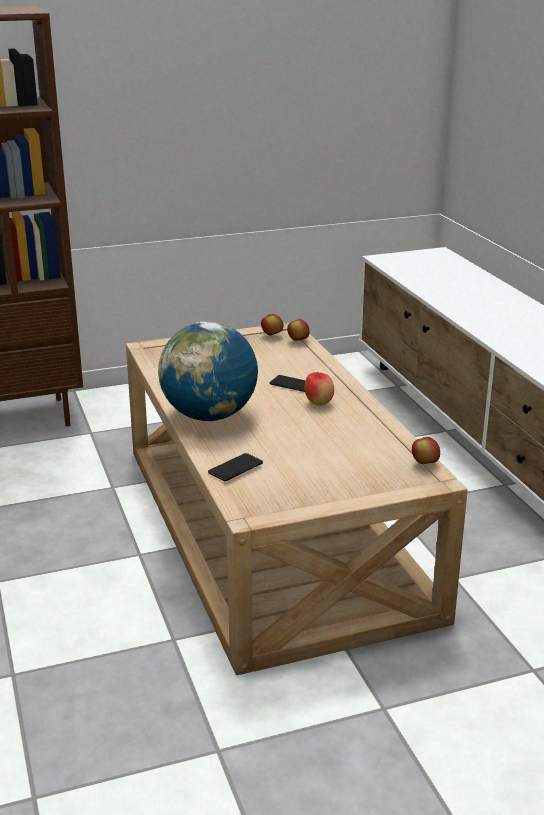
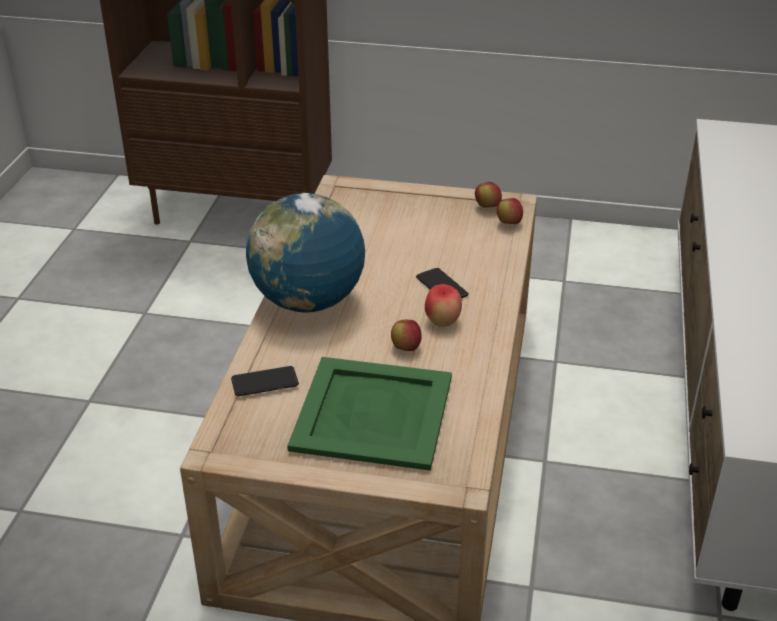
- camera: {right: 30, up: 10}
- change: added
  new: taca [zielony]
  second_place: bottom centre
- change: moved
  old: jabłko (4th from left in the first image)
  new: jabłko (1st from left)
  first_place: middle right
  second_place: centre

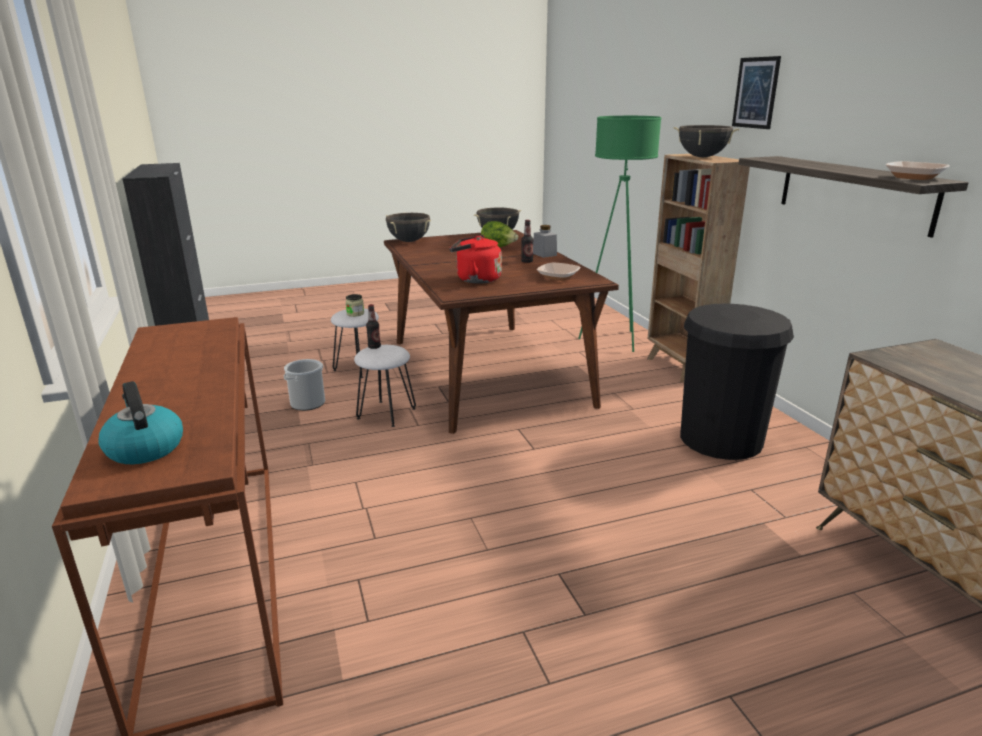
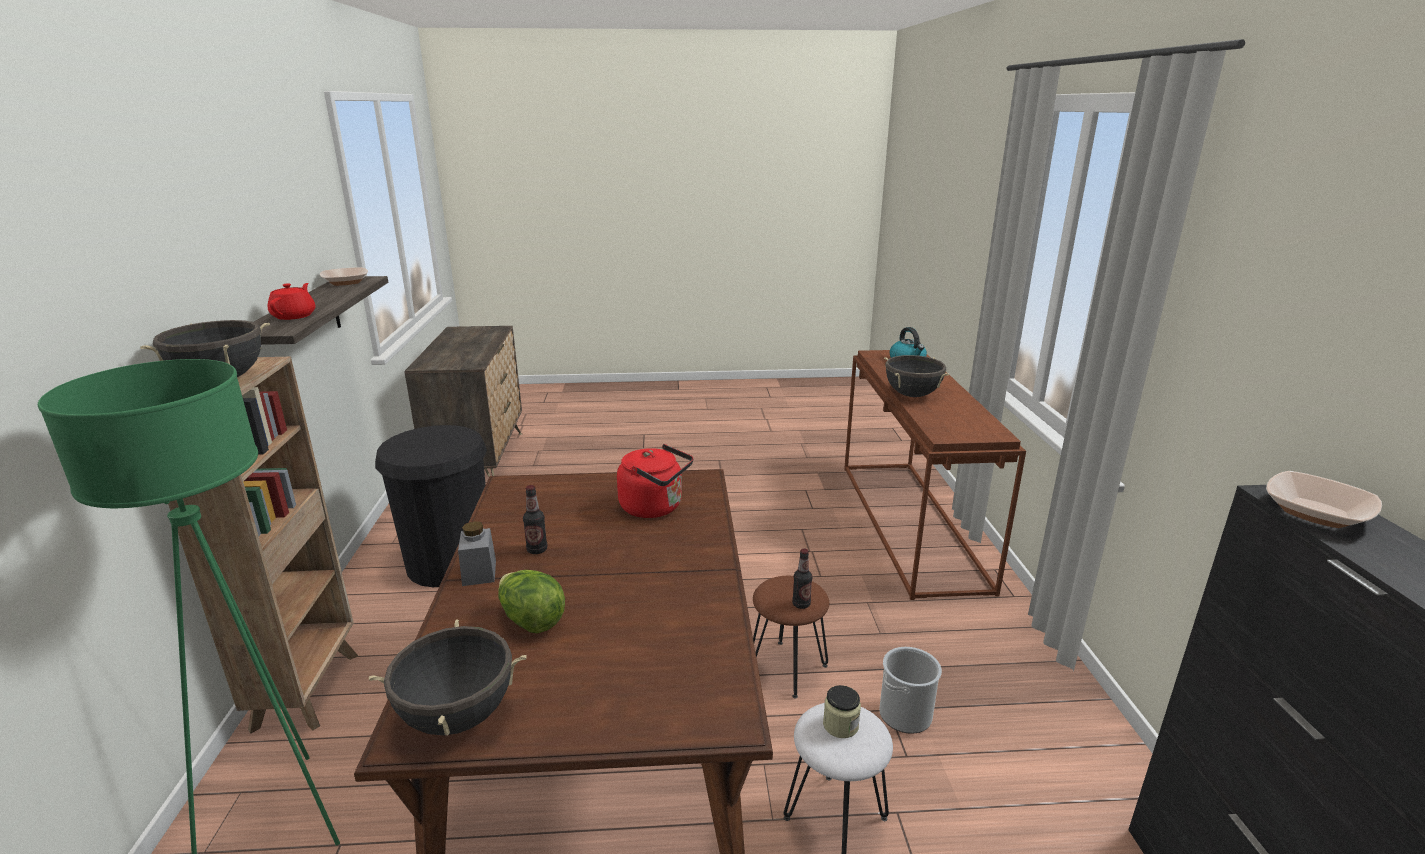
- camera: {right: -165, up: 0}
- change: removed
  old: obraz
  first_place: top right
- change: added
  new: imbryk [czerwony]
  second_place: middle left
- change: moved
  old: garnek [czarny] (1st from left in the first image)
  new: garnek [czarny] (3rd from left)
  first_place: top centre
  second_place: centre
- change: moved
  old: miska (1st from left in the first image)
  new: miska (2nd from left)
  first_place: centre
  second_place: middle right
- change: recoloured
  old: stołek [biały] (2nd from left)
  new: stołek [brązowy]
  first_place: centre
  second_place: bottom centre

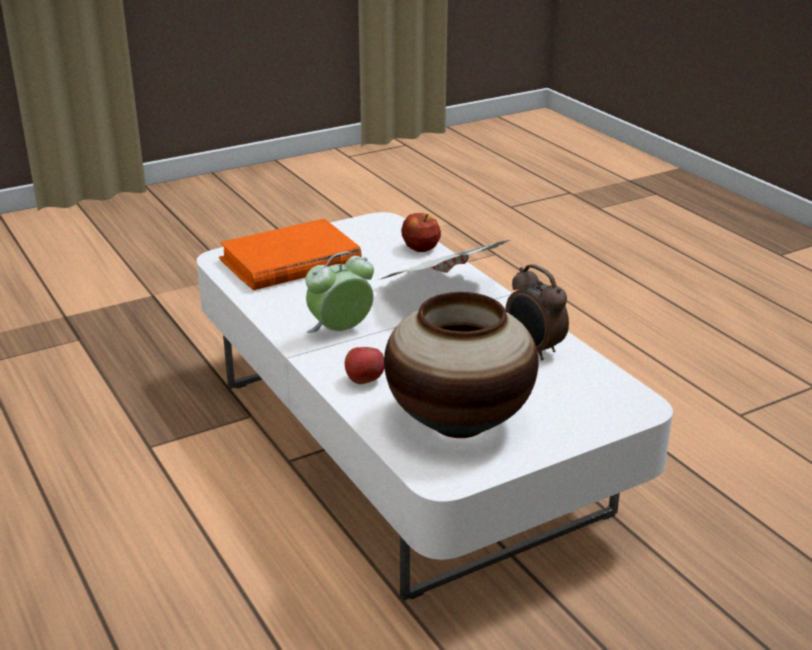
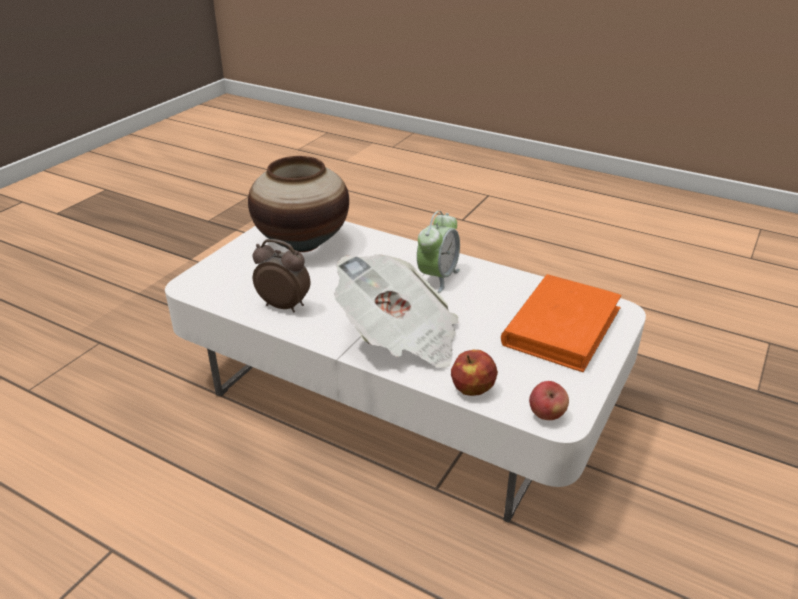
- camera: {right: 150, up: 5}
- change: moved
  old: jabłko (1st from left in the first image)
  new: jabłko (2nd from left)
  first_place: centre
  second_place: bottom right

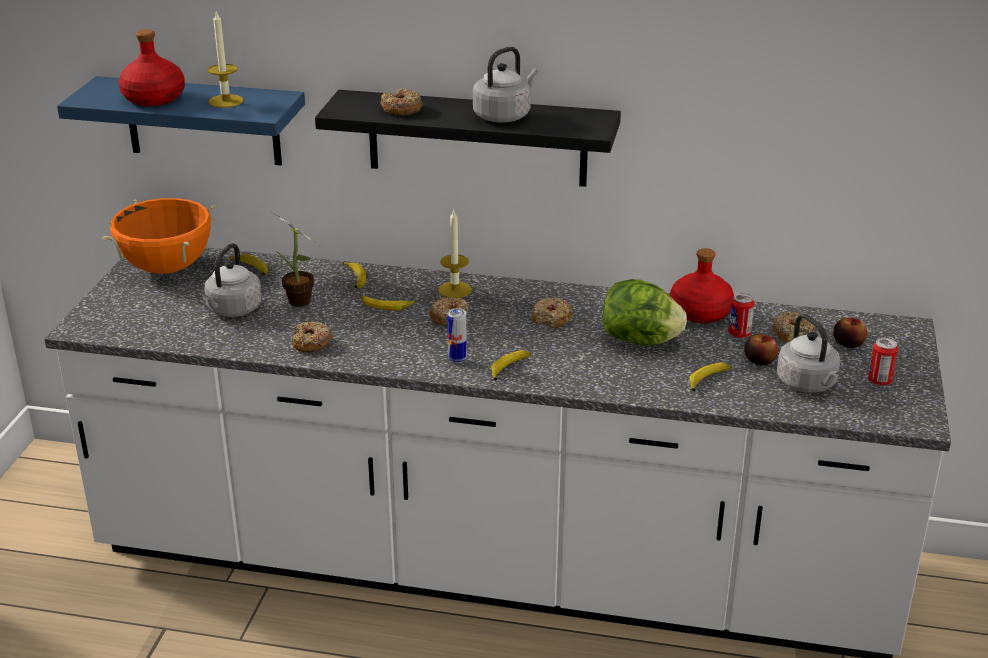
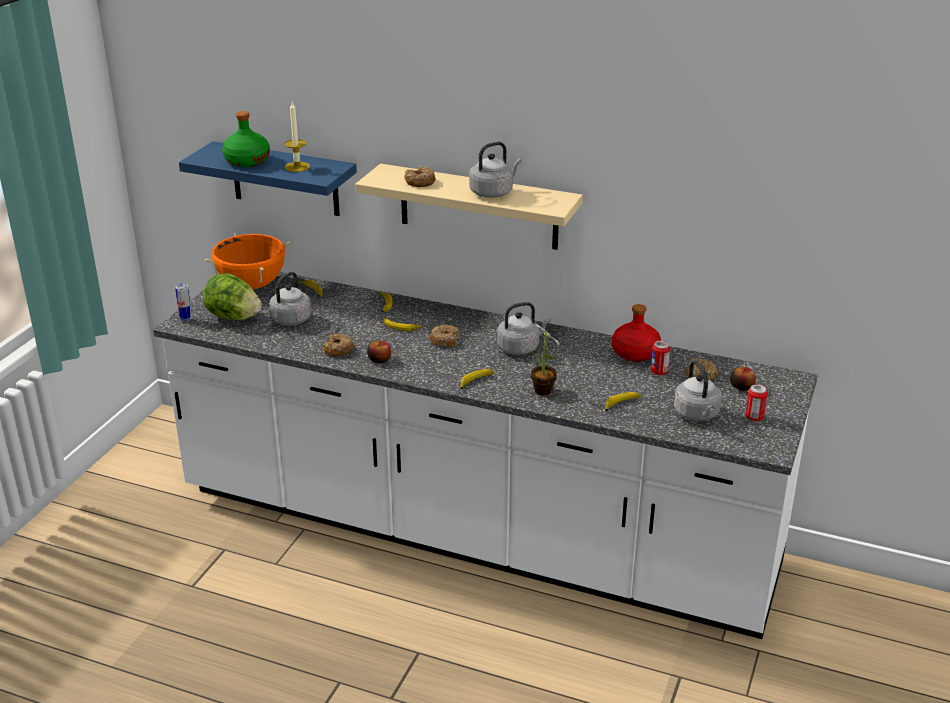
- camera: {right: 10, up: 0}
- change: removed
  old: świeca (2nd from left)
  first_place: centre
- change: moved
  old: roślina doniczkowa
  first_place: middle left
  second_place: centre
- change: moved
  old: puszka (1st from left)
  first_place: centre
  second_place: middle left
- change: moved
  old: sałata
  first_place: centre
  second_place: middle left
- change: moved
  old: jabłko (1st from left)
  first_place: middle right
  second_place: centre
- change: replaced
  old: donut (4th from left)
  new: czajnik [szary] (3rd from left)
  first_place: centre
  second_place: centre
- change: recoloured
  old: butelka [czerwony] (1st from left)
  new: butelka [zielony]
  first_place: top left
  second_place: top left
- change: recoloured
  old: półka [czarny]
  new: półka [beżowy]
  first_place: top centre
  second_place: top centre

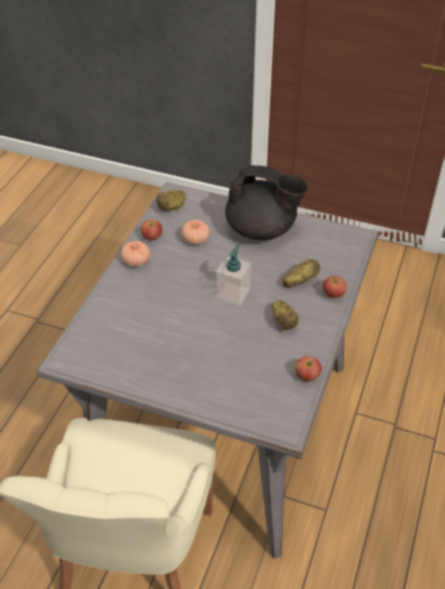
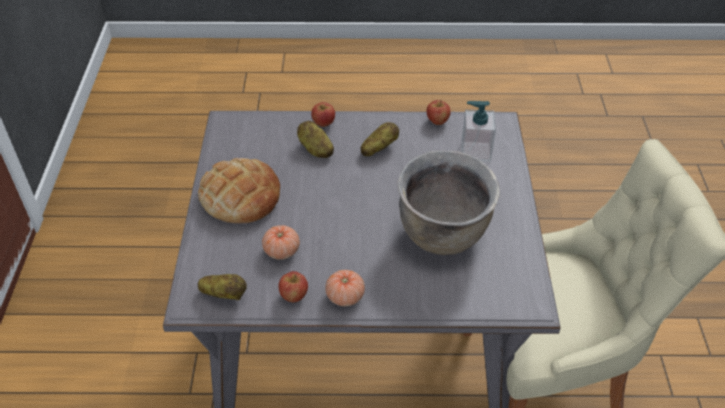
- camera: {right: -110, up: 0}
- change: added
  new: garnek [brązowy]
  second_place: centre
- change: moved
  old: dozownik mydła
  first_place: centre
  second_place: top centre
- change: replaced
  old: imbryk [czarny]
  new: chleb
  first_place: centre
  second_place: middle left

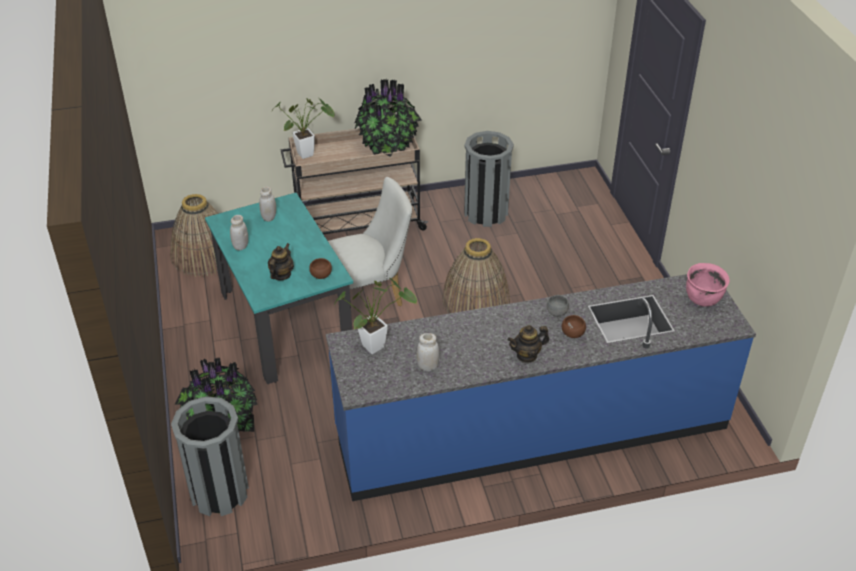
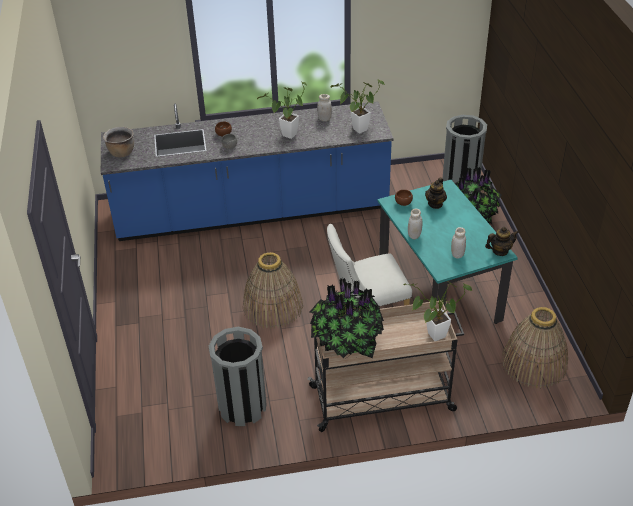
- camera: {right: -175, up: 0}
- change: added
  new: roślina doniczkowa (1st from left)
  second_place: top centre
- change: moved
  old: słoik [biały] (1st from left in the first image)
  new: słoik [biały] (2nd from left)
  first_place: middle left
  second_place: centre
- change: moved
  old: imbryk (2nd from left)
  first_place: centre
  second_place: middle right
- change: recoloured
  old: garnek [różowy]
  new: garnek [brązowy]
  first_place: middle right
  second_place: top left

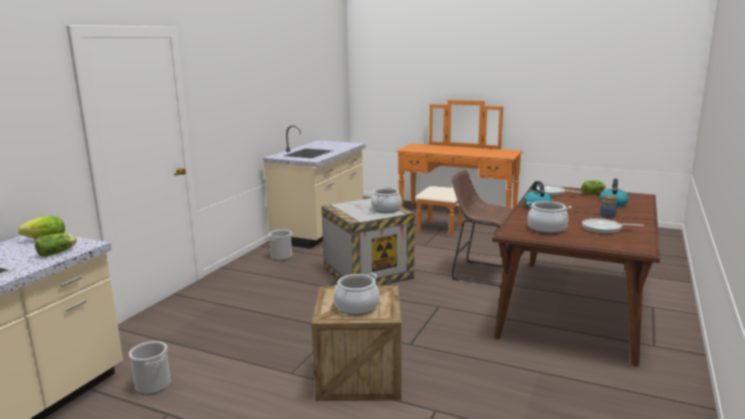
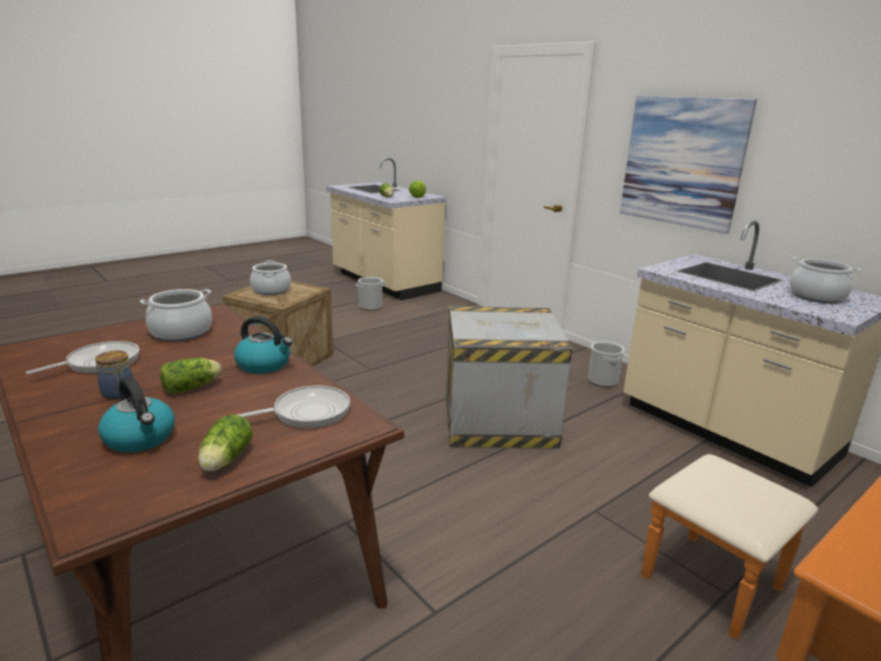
- camera: {right: 115, up: 5}
- change: removed
  old: stołek [brązowy]
  first_place: centre
- change: added
  new: sałata (1st from left)
  second_place: middle left
- change: added
  new: obraz
  second_place: top right
- change: moved
  old: garnek (2nd from left in the first image)
  new: garnek (3rd from left)
  first_place: centre
  second_place: middle right

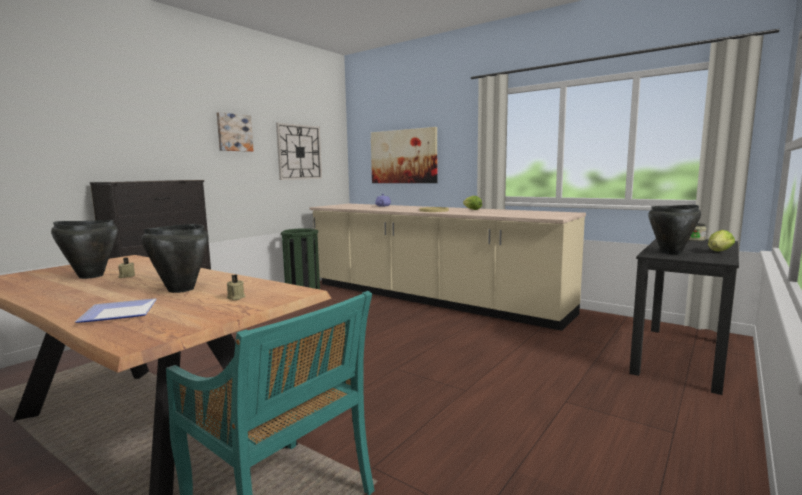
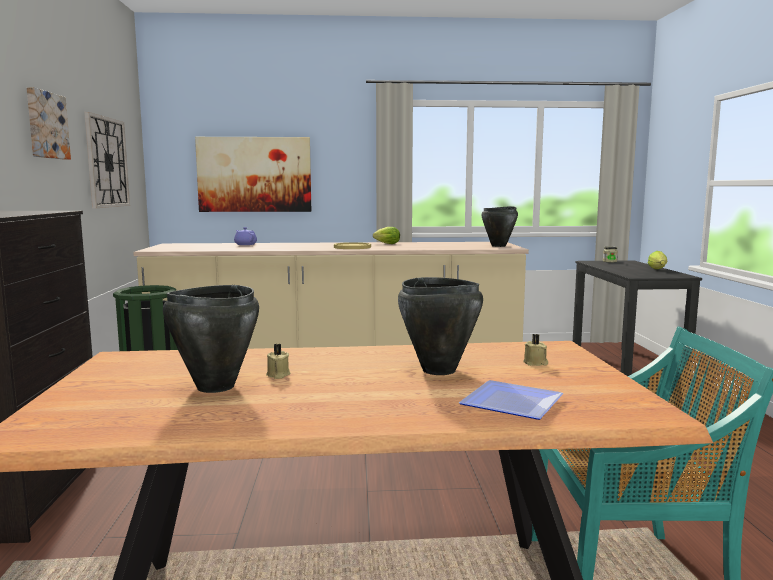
- camera: {right: -40, up: 0}
- change: moved
  old: garnek [czarny] (3rd from left)
  first_place: middle right
  second_place: centre

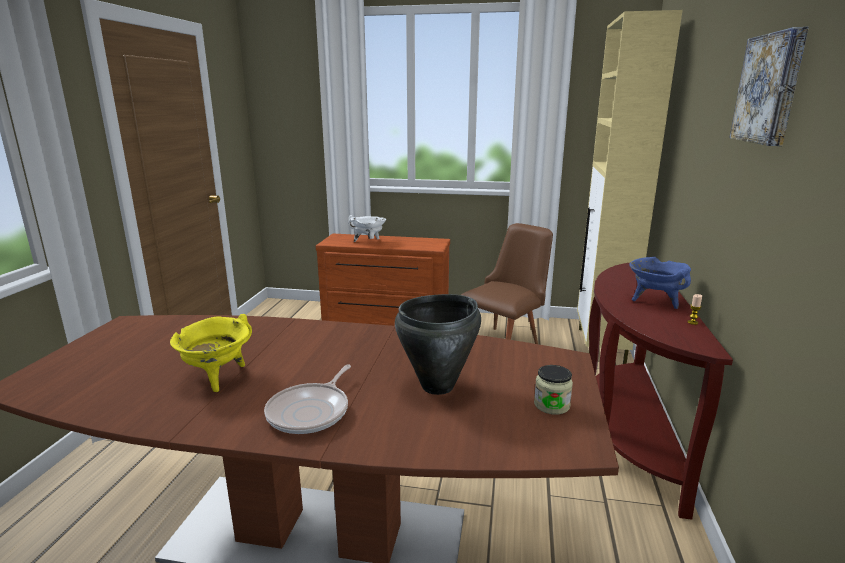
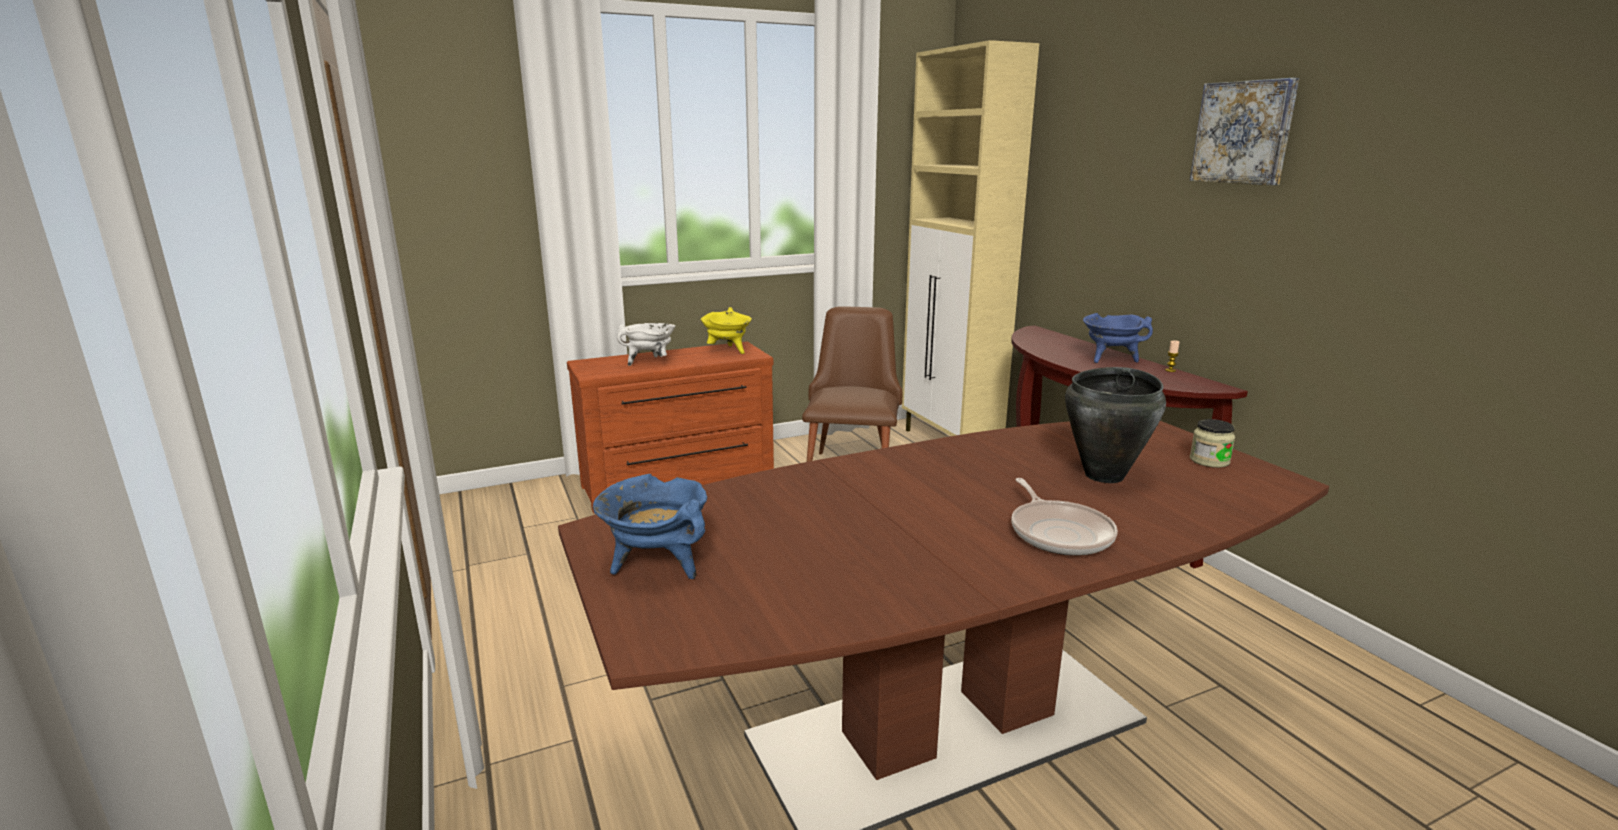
- camera: {right: -35, up: 0}
- change: added
  new: garnek [niebieski] (1st from left)
  second_place: centre
- change: moved
  old: garnek [żółty]
  first_place: middle left
  second_place: centre

